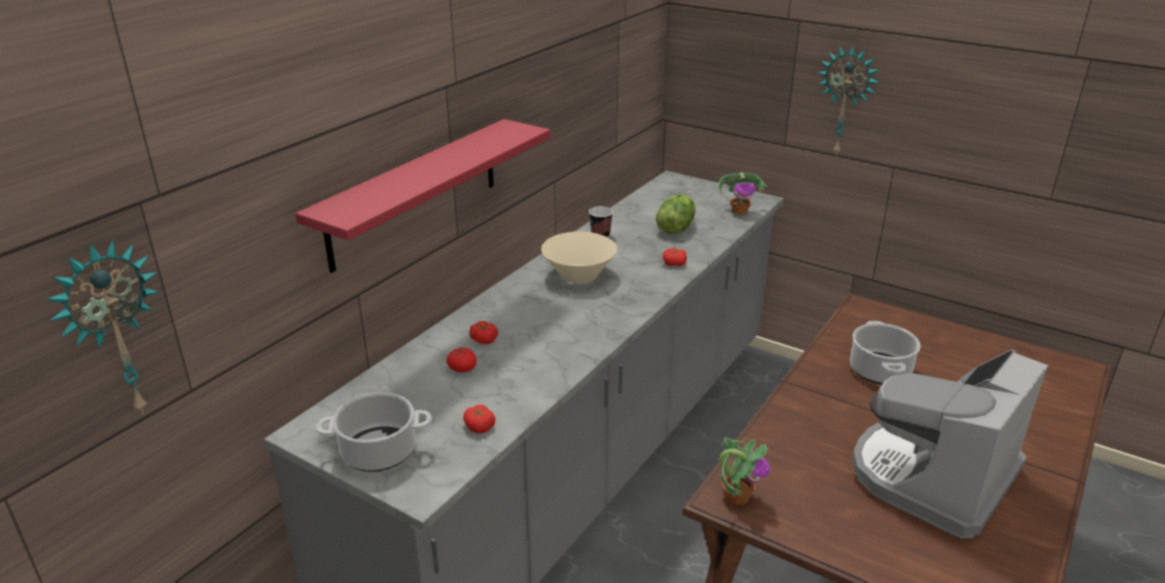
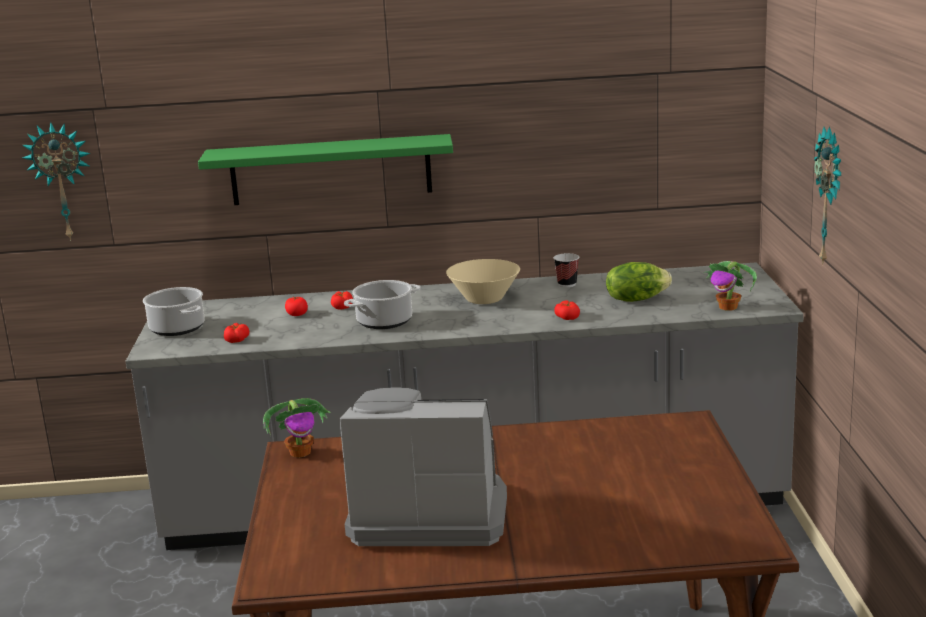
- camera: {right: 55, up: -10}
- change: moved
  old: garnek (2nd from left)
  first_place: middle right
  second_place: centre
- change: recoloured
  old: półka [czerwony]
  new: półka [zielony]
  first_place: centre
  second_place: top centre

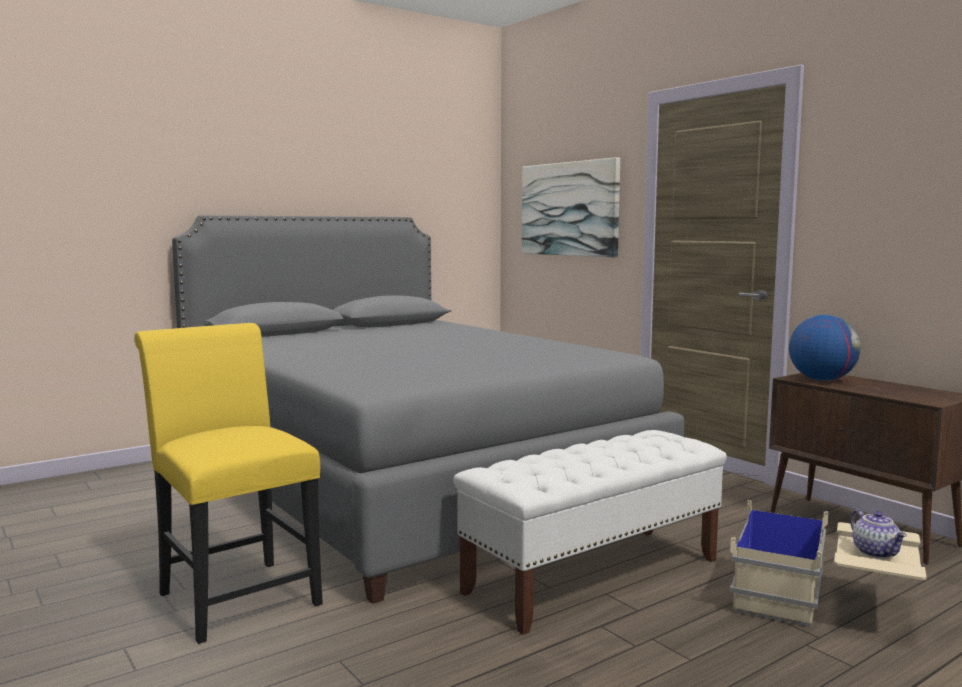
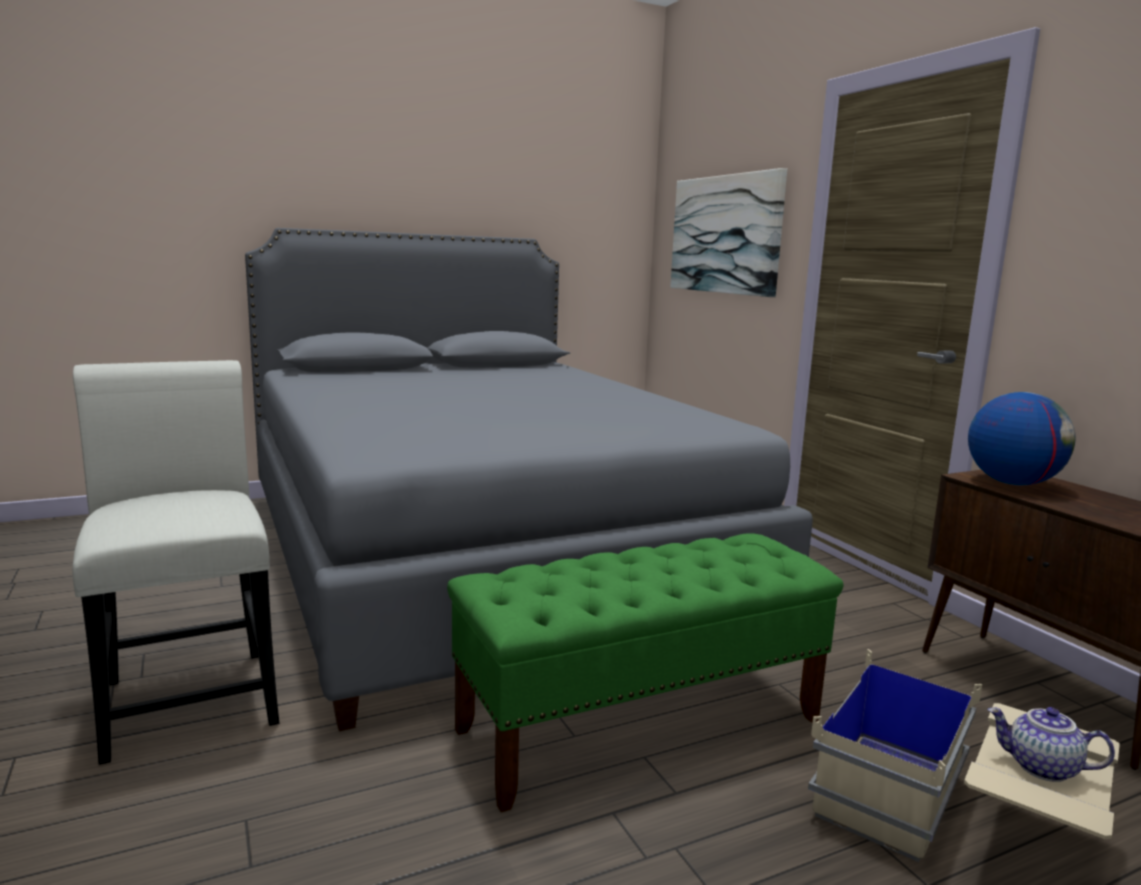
- camera: {right: 10, up: 5}
- change: recoloured
  old: krzesło [żółty]
  new: krzesło [biały]
  first_place: bottom left
  second_place: middle left
- change: recoloured
  old: ławka [biały]
  new: ławka [zielony]
  first_place: bottom centre
  second_place: bottom centre
- change: turned
  old: imbryk
  first_place: bottom right
  second_place: bottom right
  degrees: 120

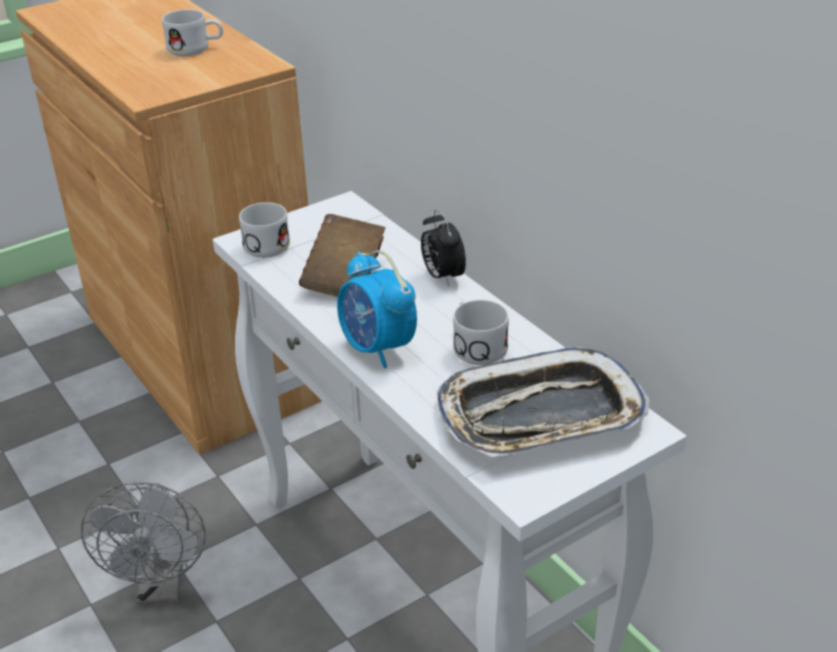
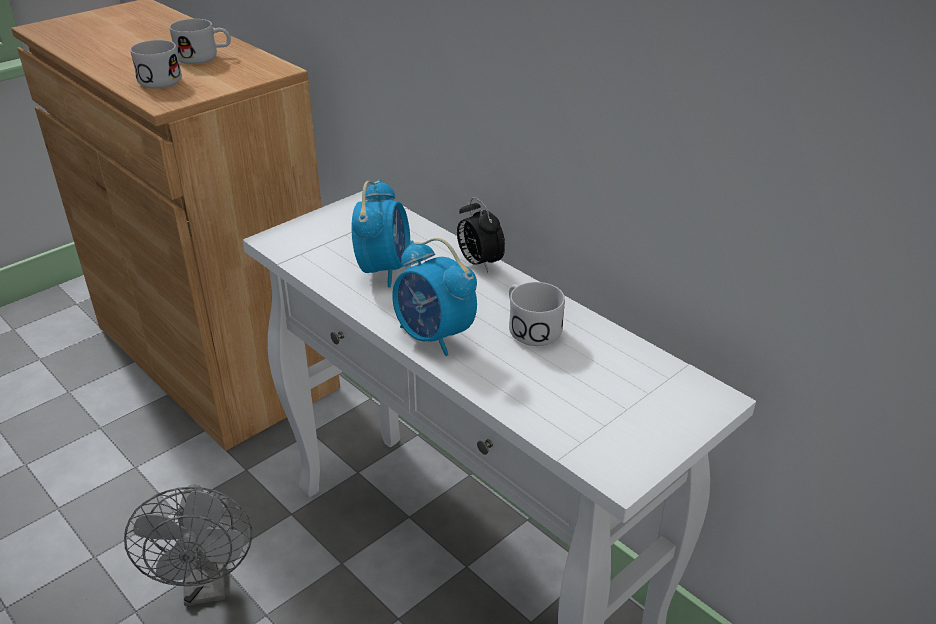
- camera: {right: -10, up: 0}
- change: removed
  old: taca
  first_place: centre
- change: moved
  old: kubek [biały] (2nd from left in the first image)
  new: kubek [biały] (1st from left)
  first_place: middle left
  second_place: top left
- change: replaced
  old: książka [brązowy]
  new: budzik (1st from left)
  first_place: centre
  second_place: centre

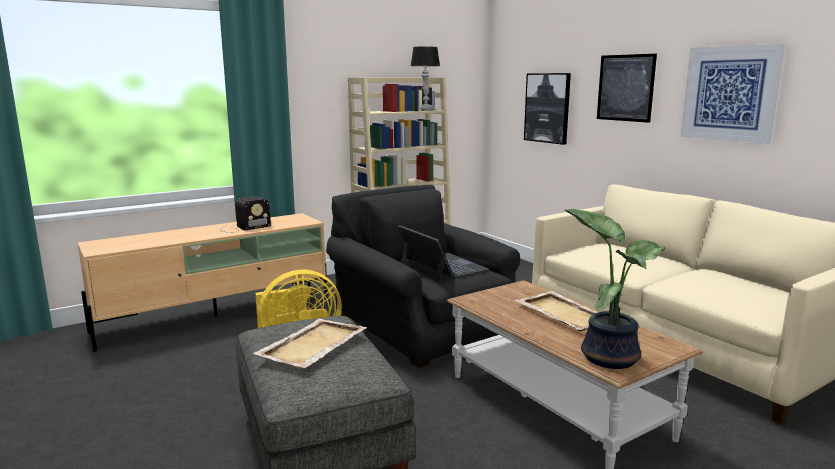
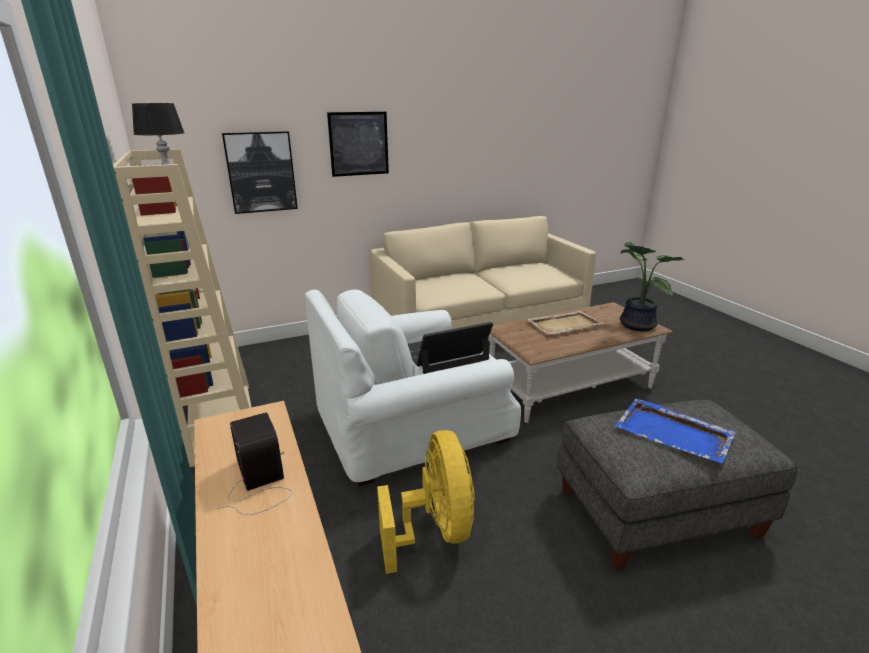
- camera: {right: -80, up: 10}
- change: removed
  old: obraz (3rd from left)
  first_place: top right
- change: recoloured
  old: taca [beżowy] (1st from left)
  new: taca [niebieski]
  first_place: bottom centre
  second_place: middle right
- change: recoloured
  old: fotel [czarny]
  new: fotel [biały]
  first_place: centre
  second_place: centre

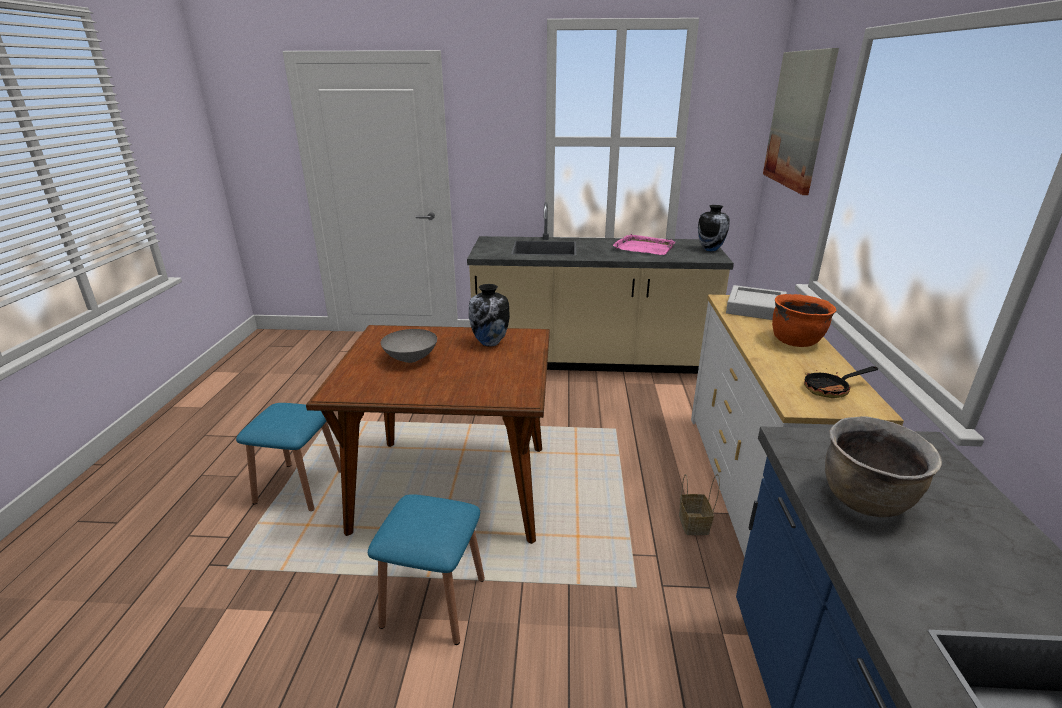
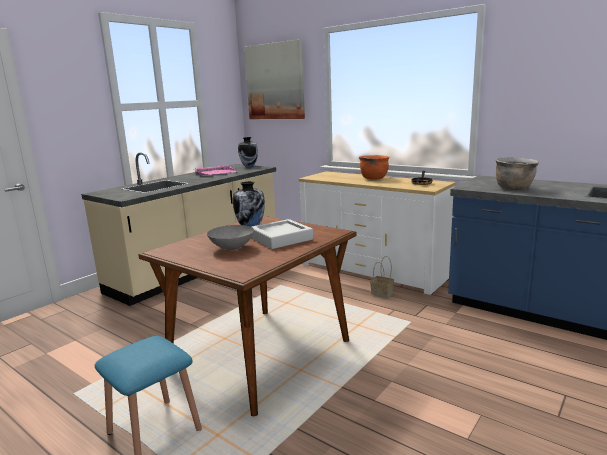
- camera: {right: -55, up: -10}
- change: removed
  old: stołek [niebieski] (2nd from left)
  first_place: bottom centre
- change: moved
  old: taca [szary]
  first_place: middle right
  second_place: centre

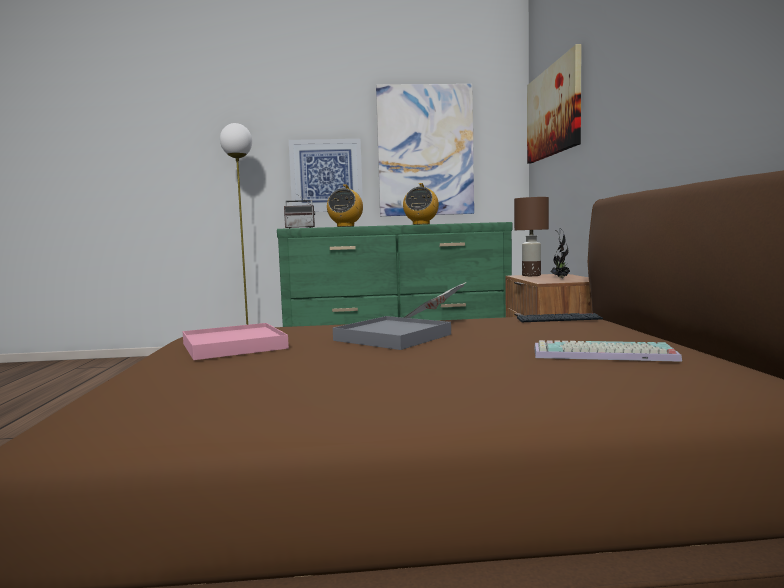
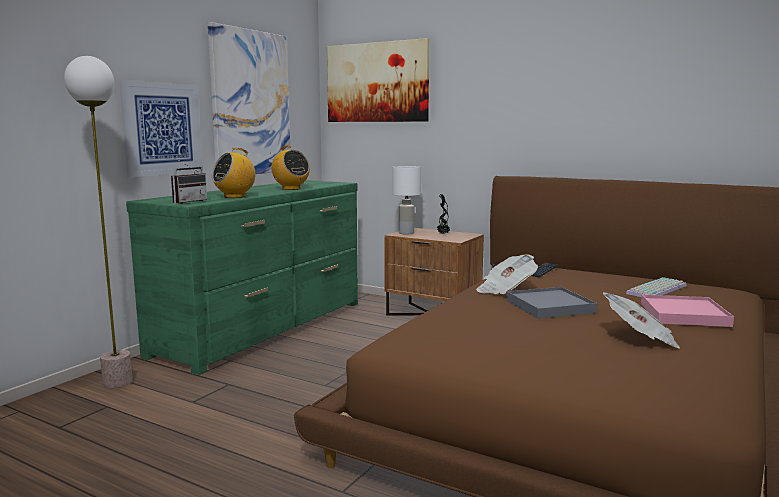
- camera: {right: -55, up: 5}
- change: added
  new: gazeta (2nd from left)
  second_place: middle right
- change: moved
  old: taca [różowy]
  first_place: middle left
  second_place: middle right
- change: recoloured
  old: lampa stołowa [brązowy]
  new: lampa stołowa [biały]
  first_place: middle right
  second_place: centre
- change: turned
  old: radio (2nd from left)
  first_place: centre
  second_place: middle left
  degrees: 90

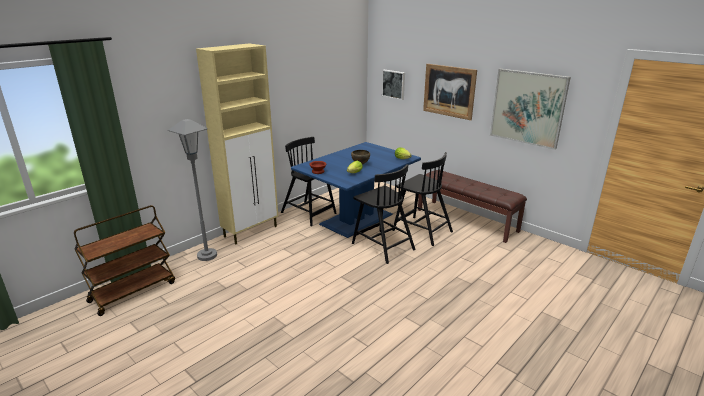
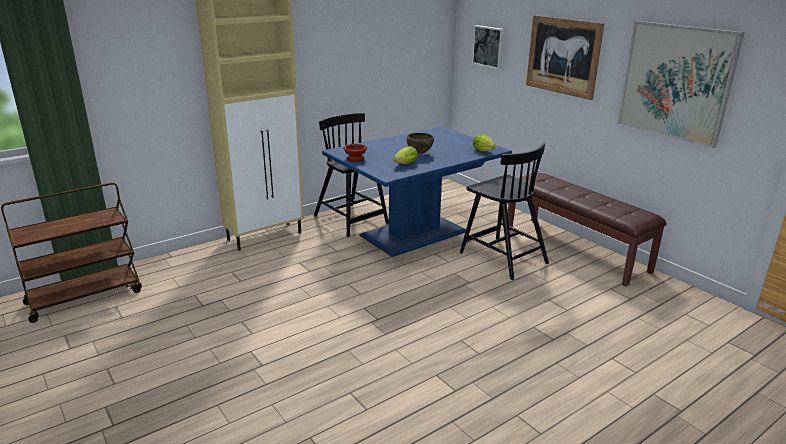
- camera: {right: 10, up: 0}
- change: removed
  old: lampa stojąca [szary]
  first_place: middle left
- change: removed
  old: krzesło [czarny] (2nd from left)
  first_place: centre

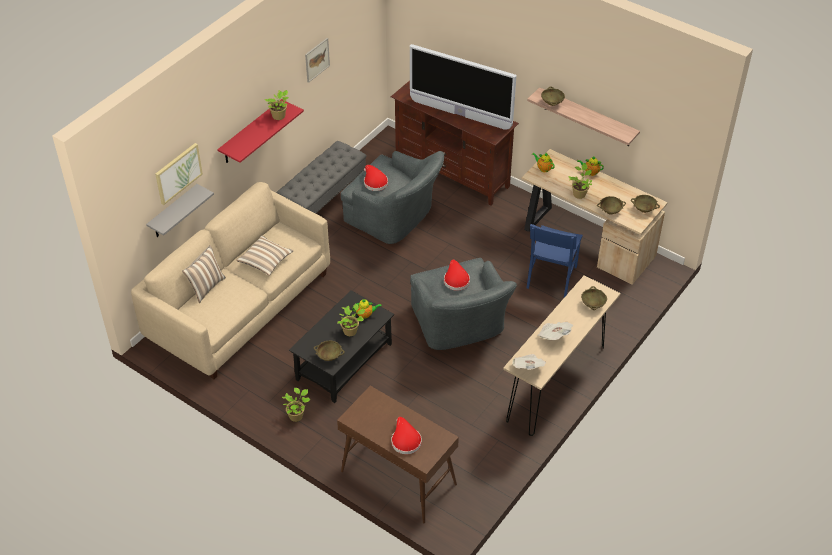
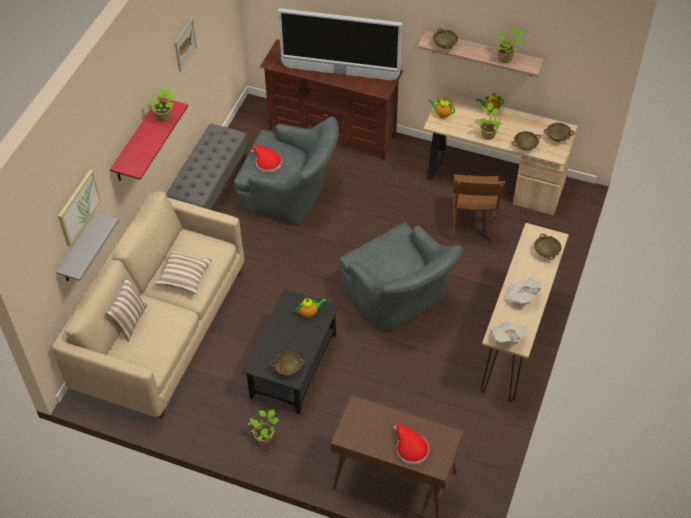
- camera: {right: -15, up: 5}
- change: removed
  old: kapelusz [czerwony] (3rd from left)
  first_place: centre
- change: moved
  old: roślina doniczkowa (3rd from left in the first image)
  new: roślina doniczkowa (4th from left)
  first_place: centre
  second_place: top right
- change: recoloured
  old: krzesło [niebieski]
  new: krzesło [brązowy]
  first_place: middle right
  second_place: middle right

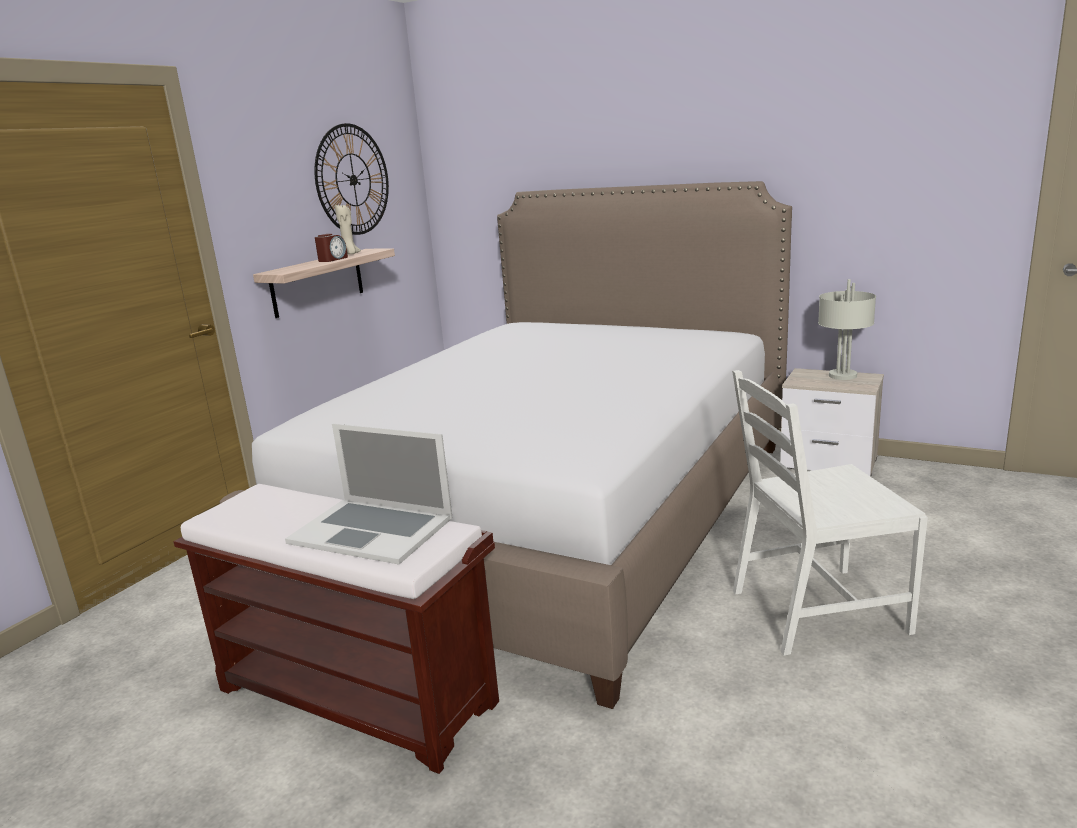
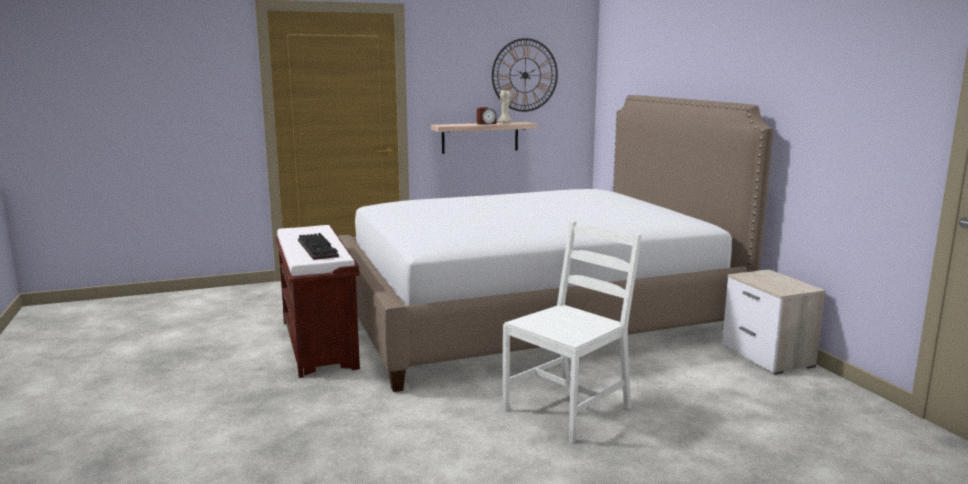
- camera: {right: 40, up: -5}
- change: removed
  old: lampa stołowa [szary]
  first_place: middle right
- change: replaced
  old: laptop
  new: klawiatura
  first_place: centre
  second_place: middle left
- change: turned
  old: krzesło [biały]
  first_place: middle right
  second_place: bottom centre
  degrees: 105

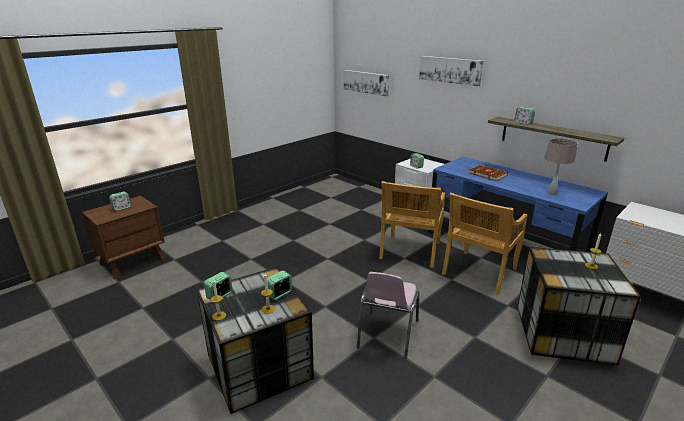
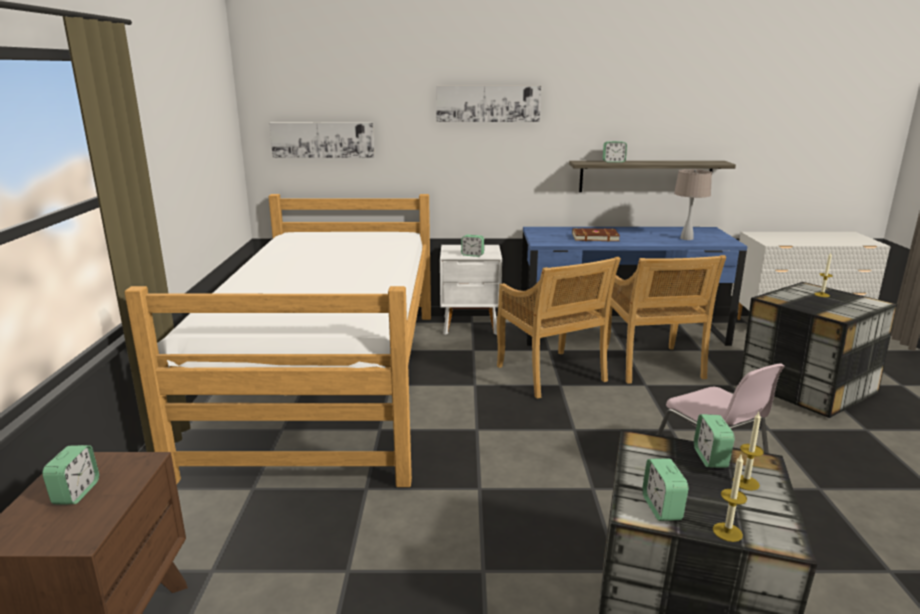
- camera: {right: -45, up: -5}
- change: added
  new: łóżko
  second_place: middle left

